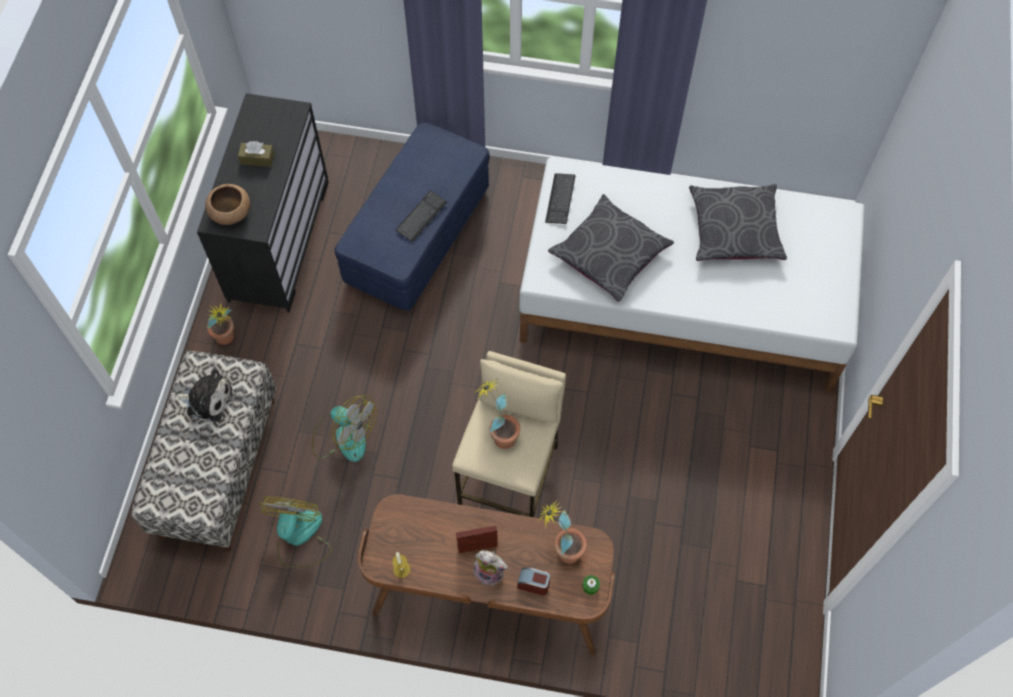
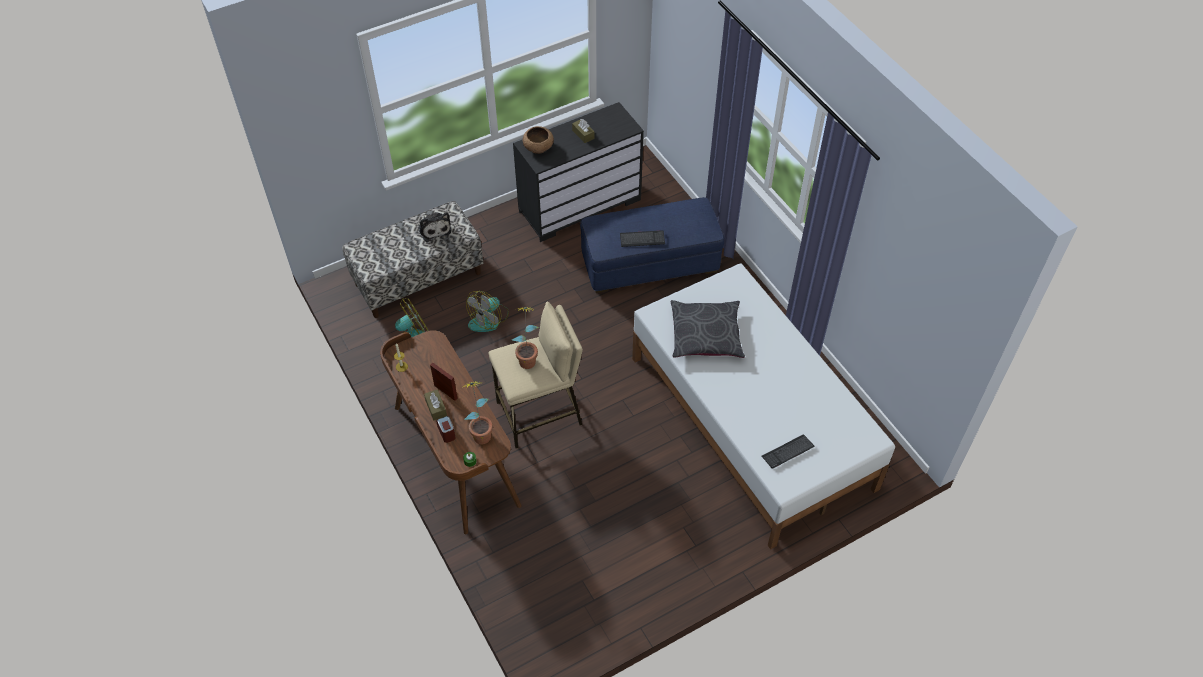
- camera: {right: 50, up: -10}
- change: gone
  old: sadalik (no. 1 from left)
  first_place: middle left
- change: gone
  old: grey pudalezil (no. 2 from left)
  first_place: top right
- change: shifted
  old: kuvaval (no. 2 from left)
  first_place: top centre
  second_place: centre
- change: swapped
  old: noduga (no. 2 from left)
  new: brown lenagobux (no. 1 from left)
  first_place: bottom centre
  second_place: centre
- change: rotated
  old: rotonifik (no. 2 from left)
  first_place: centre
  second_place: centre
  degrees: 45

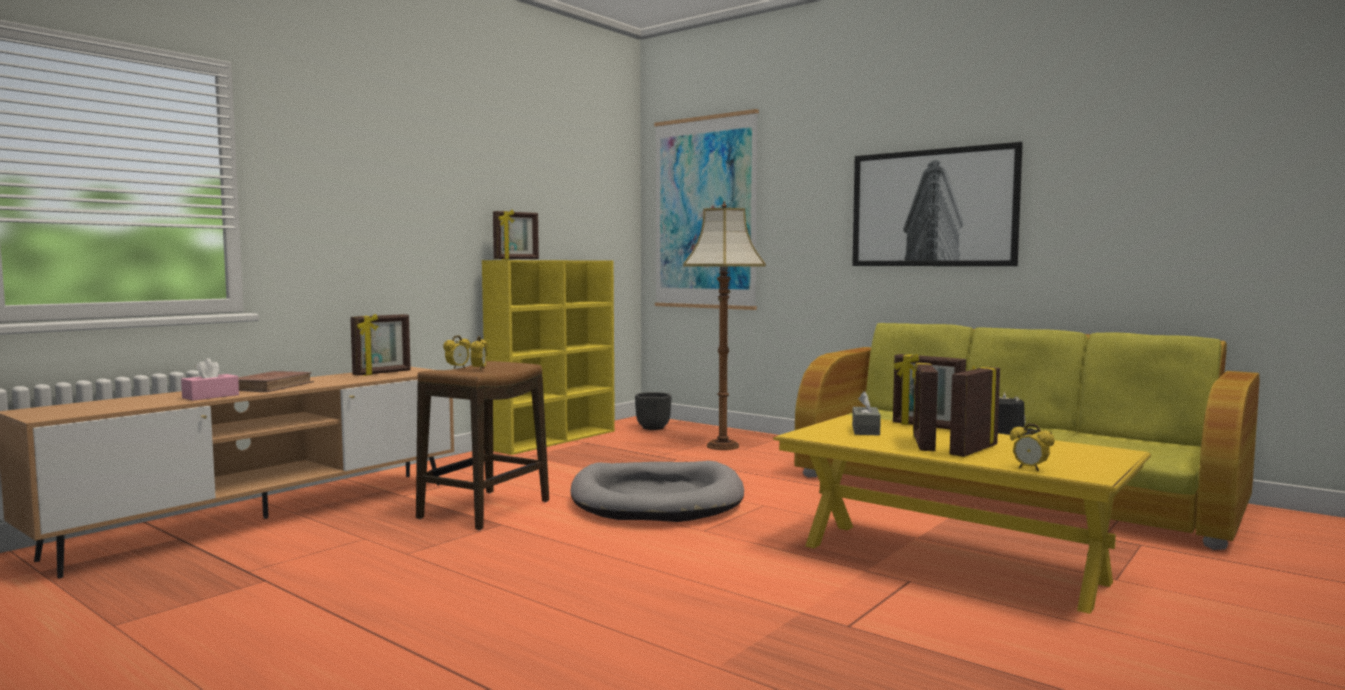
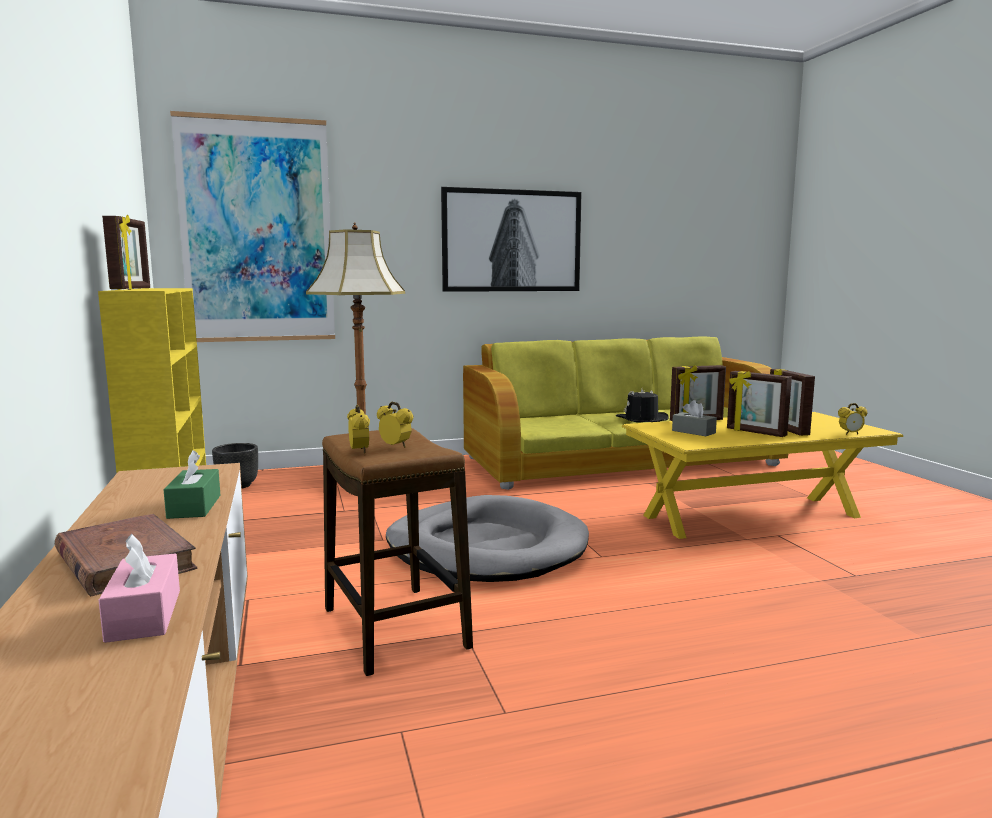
- camera: {right: -55, up: 5}
- change: gone
  old: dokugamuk (no. 1 from left)
  first_place: middle left
- change: new
  new: green lenagobux
  second_place: middle left

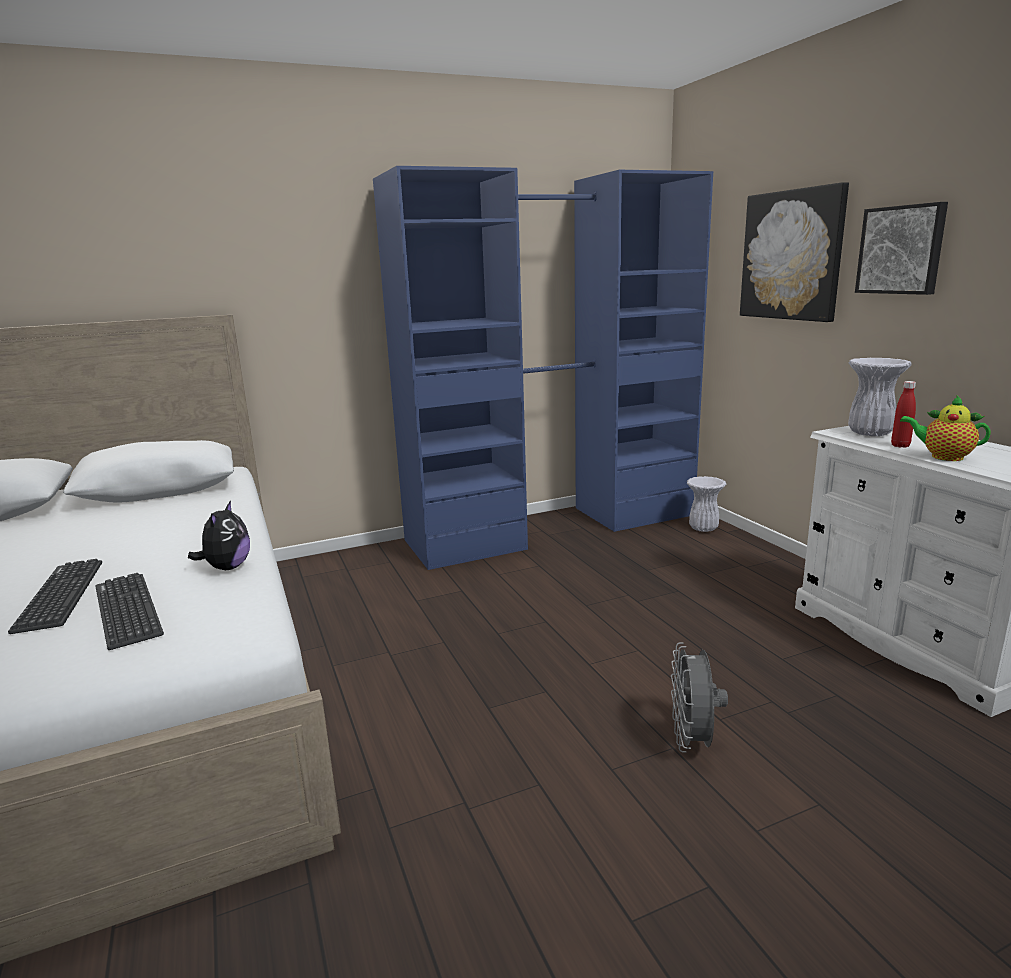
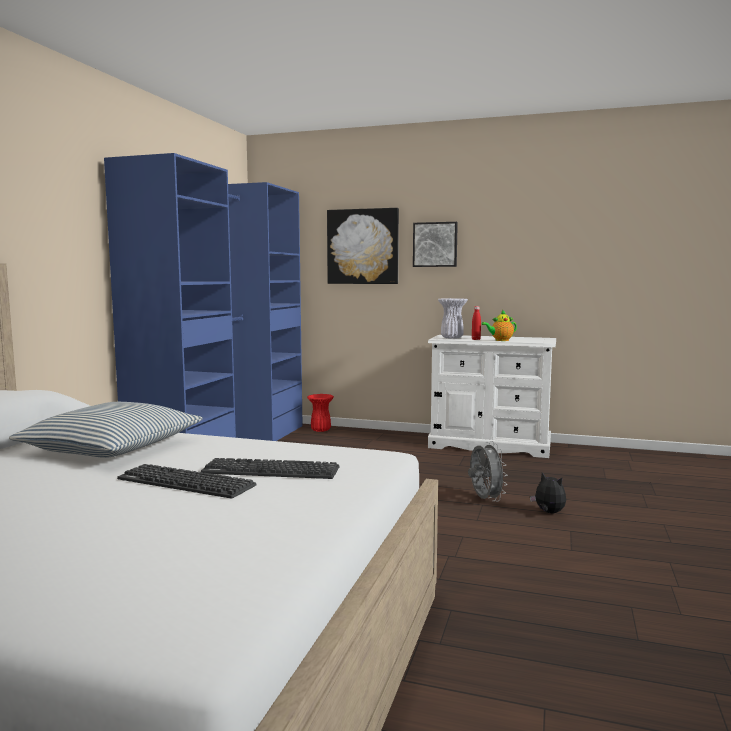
- camera: {right: -50, up: -10}
- change: new
  new: pudalezil
  second_place: middle left
- change: shifted
  old: noduga
  first_place: middle left
  second_place: bottom right
- change: repainted
  old: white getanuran (no. 1 from left)
  new: red getanuran
  first_place: middle right
  second_place: centre
- change: rotated
  old: grey rotonifik
  first_place: bottom right
  second_place: middle right
  degrees: -150

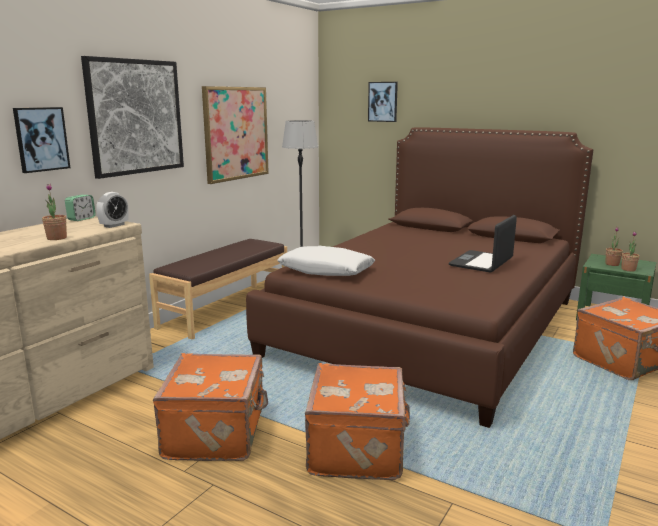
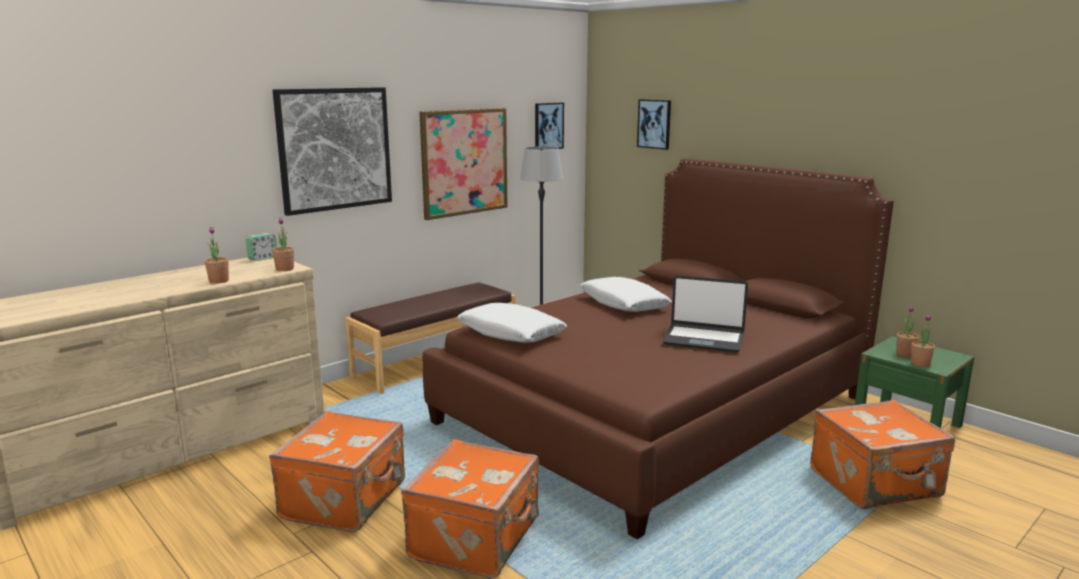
- camera: {right: 15, up: 0}
- change: new
  new: white pudalezil (no. 2 from left)
  second_place: centre
- change: shifted
  old: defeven (no. 1 from left in the first image)
  new: defeven (no. 3 from left)
  first_place: top left
  second_place: top centre
- change: swapped
  old: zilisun (no. 2 from left)
  new: sadalik (no. 2 from left)
  first_place: middle left
  second_place: middle left
- change: rotated
  old: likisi
  first_place: middle right
  second_place: centre
  degrees: -120

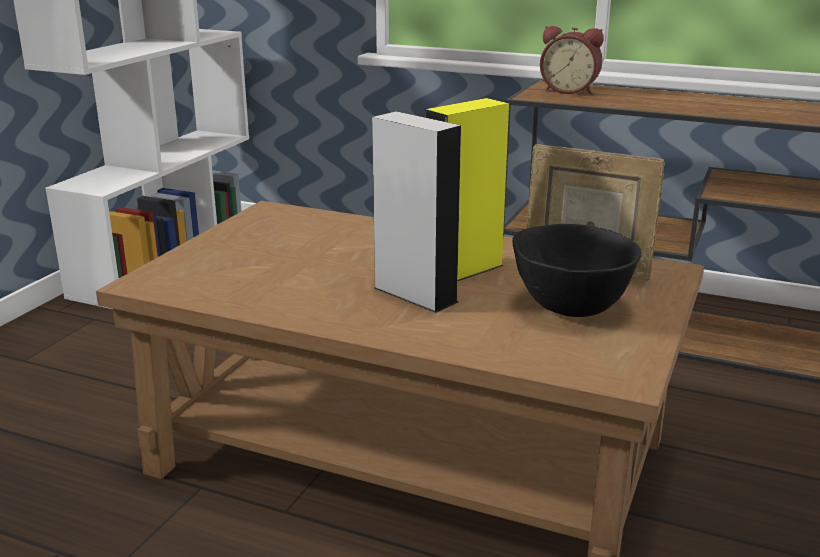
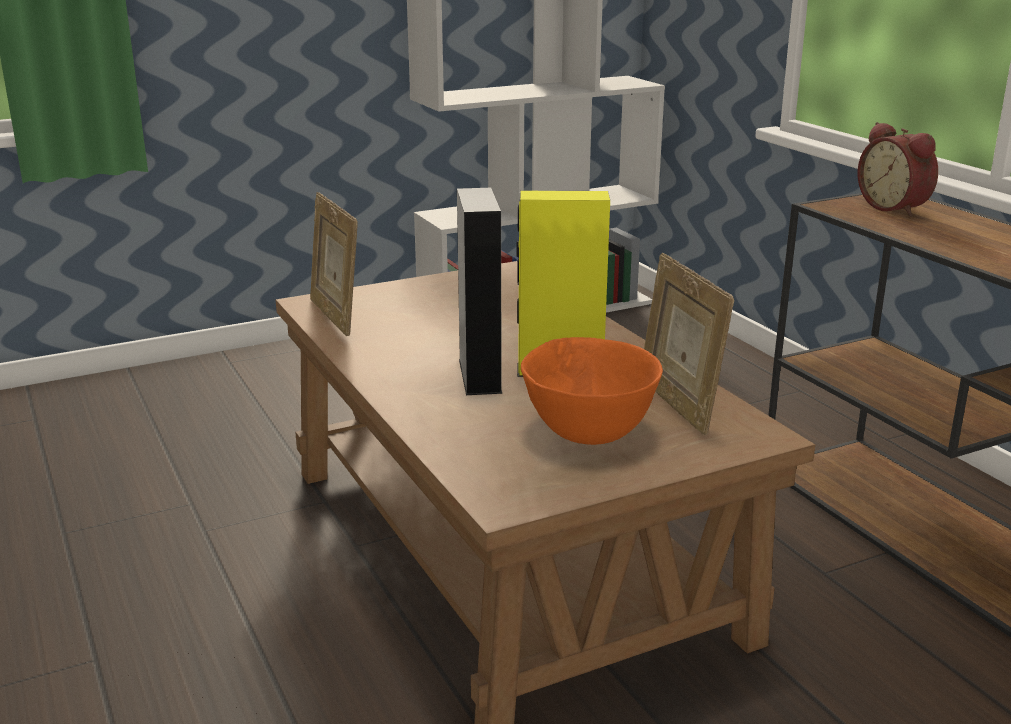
- camera: {right: 40, up: 0}
- change: new
  new: dokugamuk (no. 1 from left)
  second_place: middle left
- change: repainted
  old: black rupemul
  new: orange rupemul
  first_place: middle right
  second_place: centre

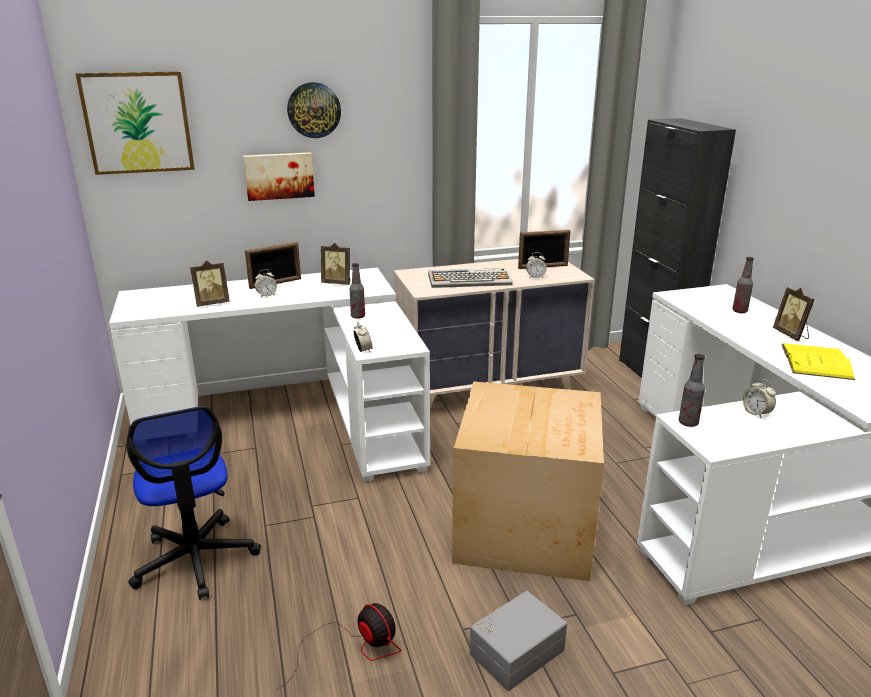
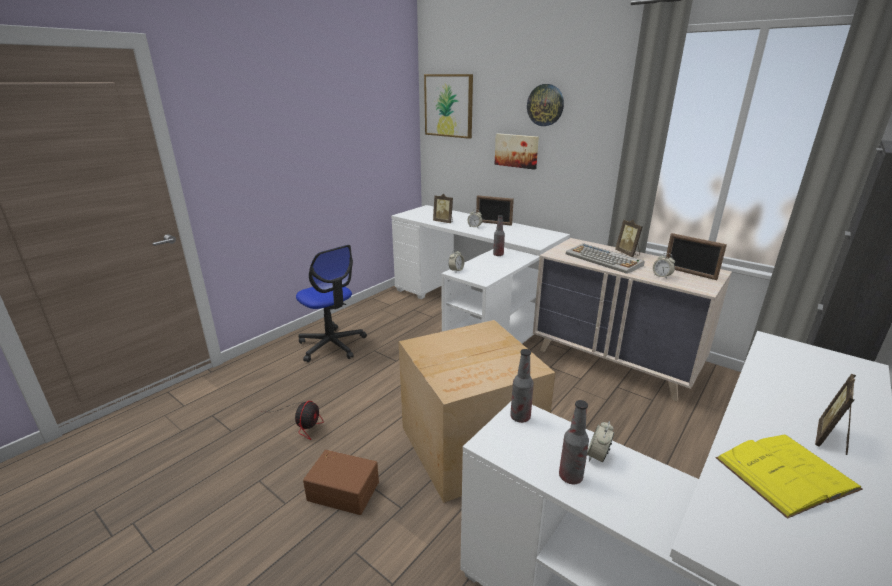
- camera: {right: 55, up: 0}
- change: shifted
  old: dokugamuk (no. 3 from left)
  first_place: centre
  second_place: middle right
- change: shifted
  old: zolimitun (no. 3 from left)
  first_place: middle right
  second_place: bottom centre
- change: repainted
  old: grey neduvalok
  new: brown neduvalok
  first_place: bottom centre
  second_place: bottom centre
- change: rotated
  old: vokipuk
  first_place: bottom left
  second_place: centre
  degrees: -75

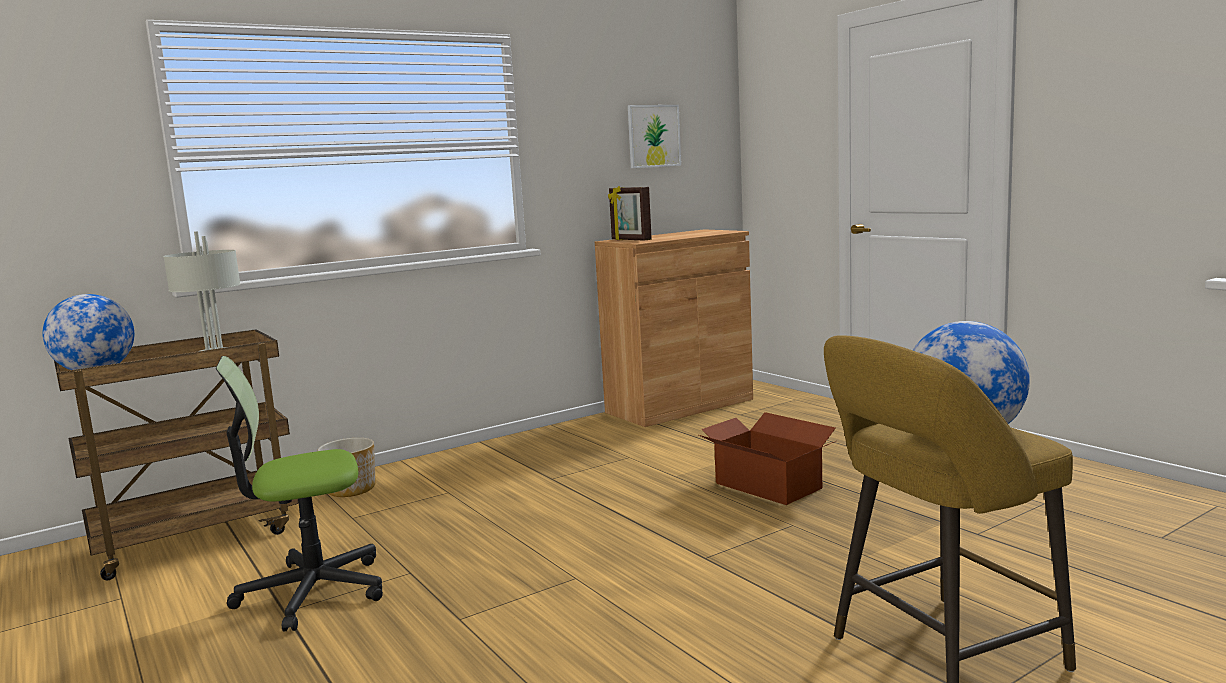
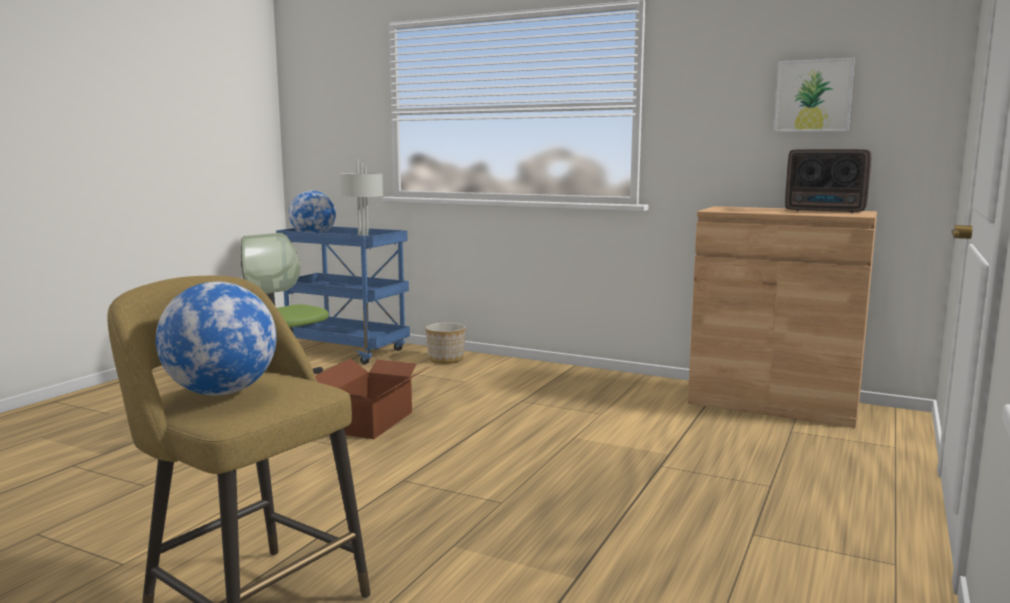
- camera: {right: 60, up: 0}
- change: gone
  old: dokugamuk
  first_place: top centre
- change: new
  new: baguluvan
  second_place: top right
- change: shifted
  old: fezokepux
  first_place: bottom centre
  second_place: centre
- change: repainted
  old: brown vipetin
  new: blue vipetin
  first_place: middle left
  second_place: centre

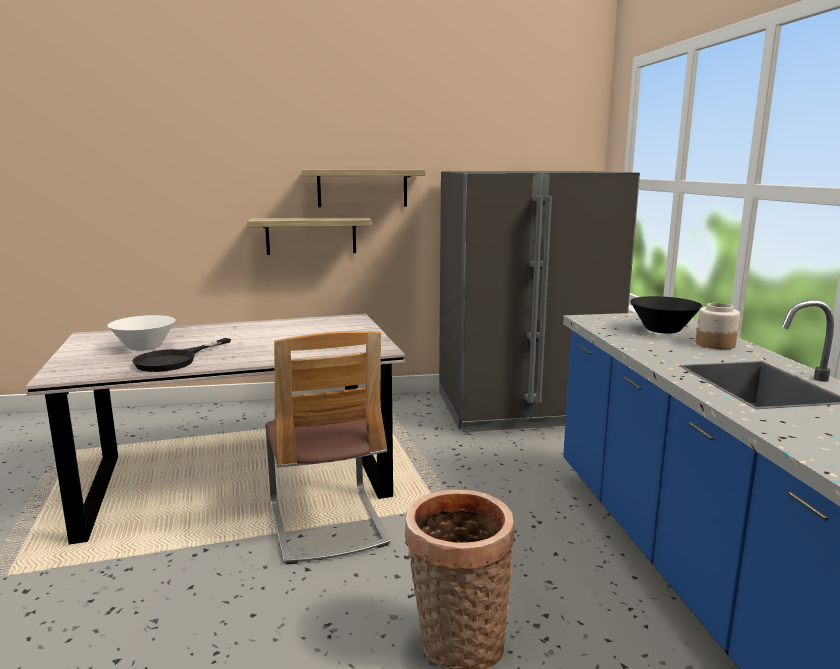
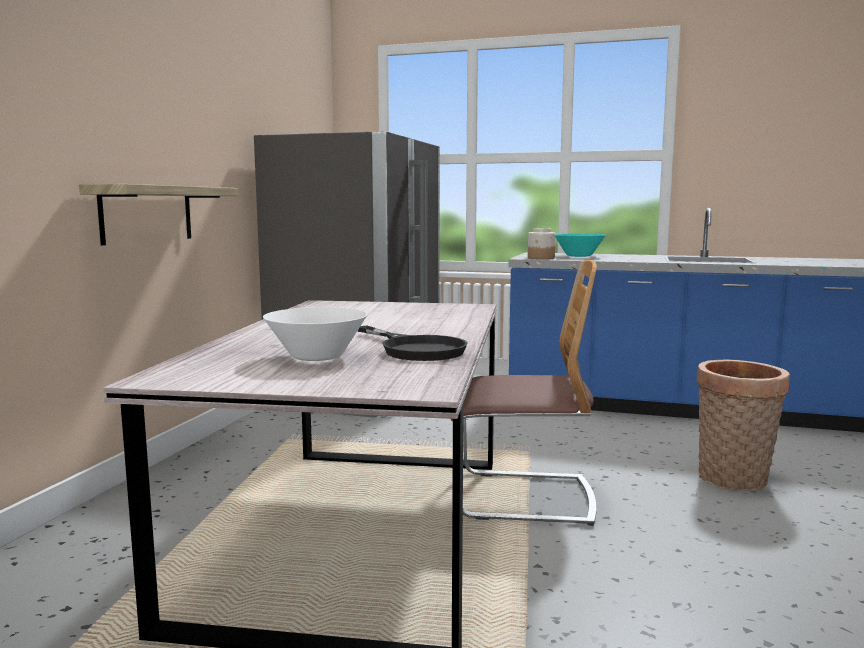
- camera: {right: -65, up: -5}
- change: gone
  old: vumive (no. 2 from left)
  first_place: top centre
- change: shifted
  old: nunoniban
  first_place: middle right
  second_place: centre
- change: repainted
  old: black rupemul
  new: turquoise rupemul
  first_place: middle right
  second_place: middle right

